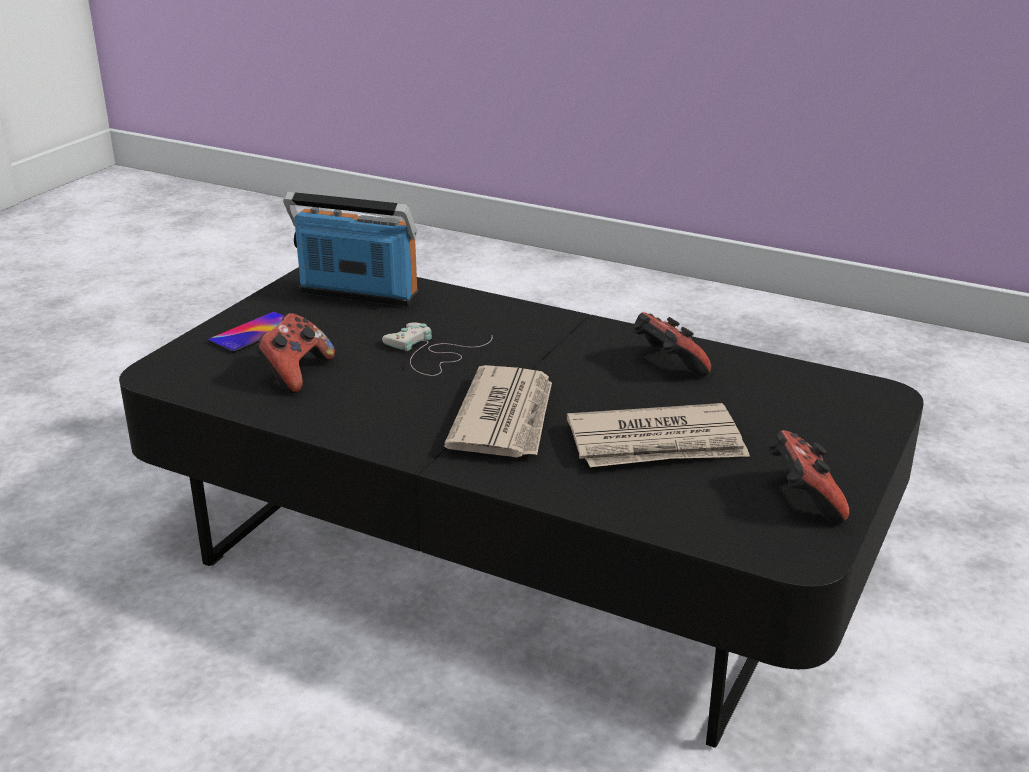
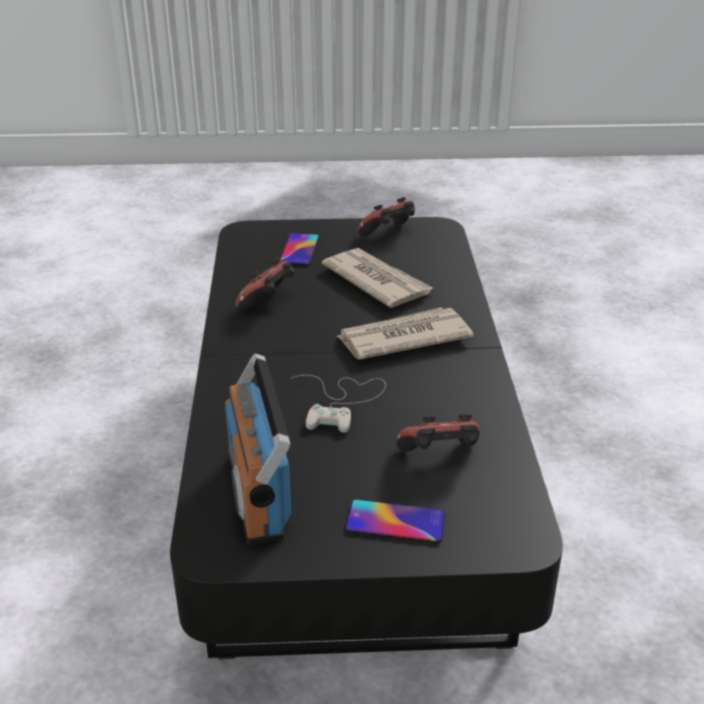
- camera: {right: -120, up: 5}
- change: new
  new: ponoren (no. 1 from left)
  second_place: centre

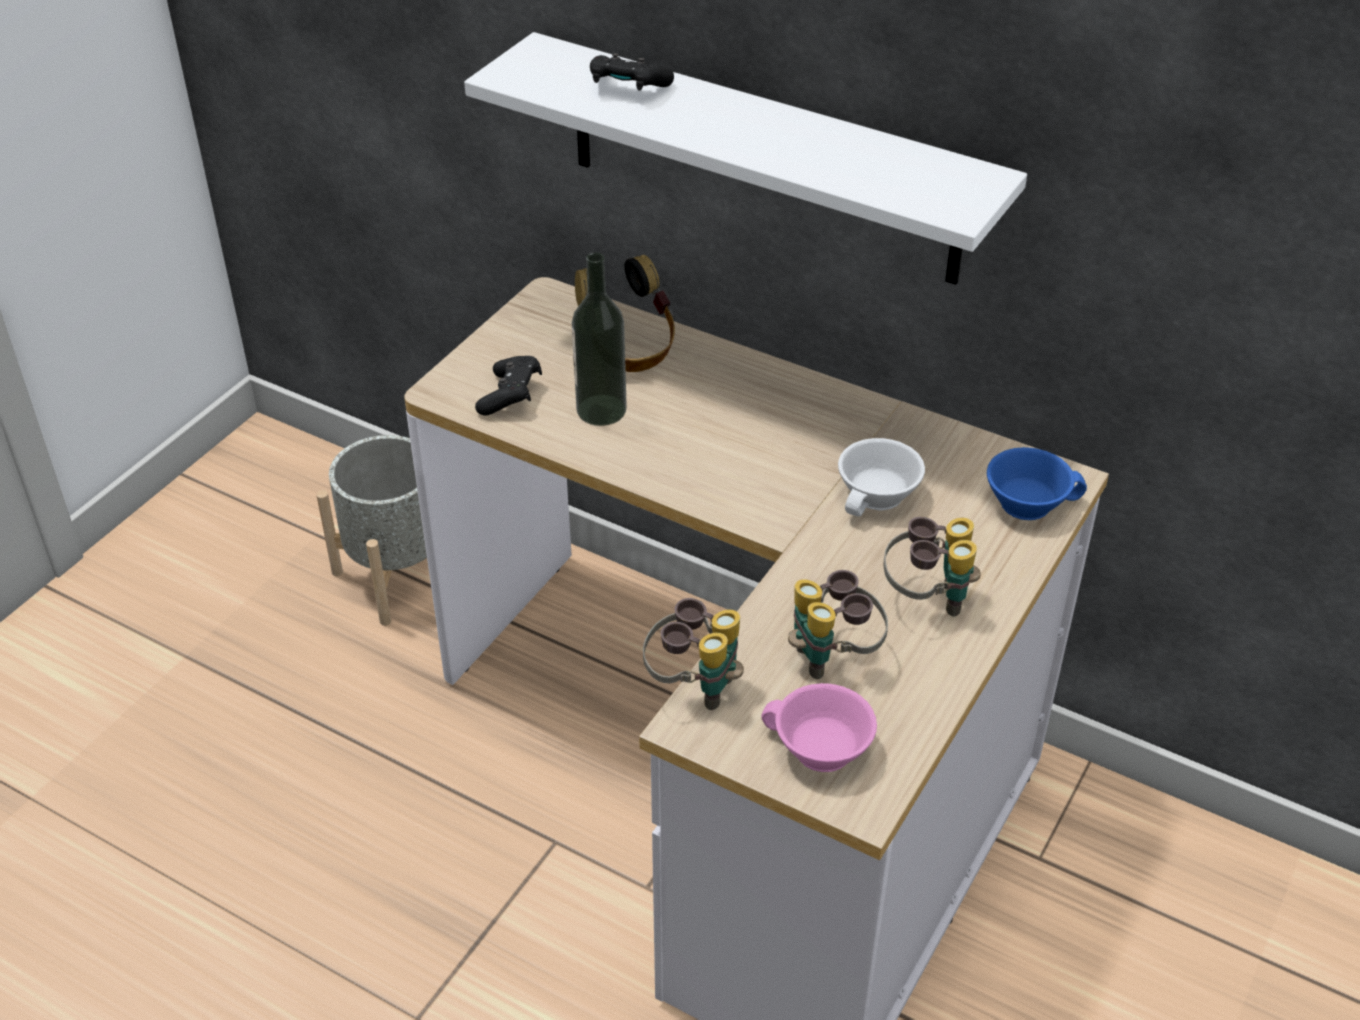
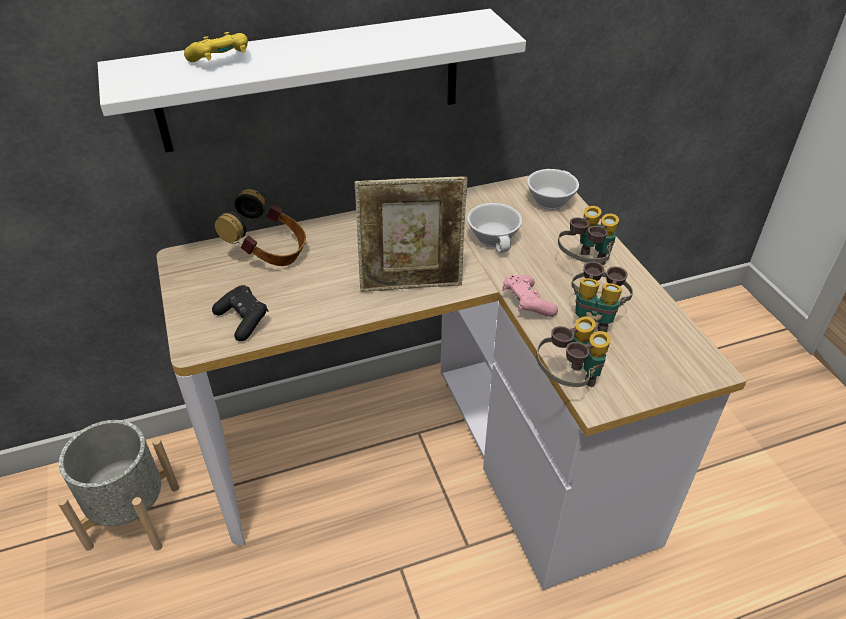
- camera: {right: -50, up: 0}
- change: gone
  old: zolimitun
  first_place: top centre
- change: gone
  old: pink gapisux
  first_place: bottom centre
- change: new
  new: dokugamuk
  second_place: centre
- change: new
  new: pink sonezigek
  second_place: centre
- change: repainted
  old: black sonezigek (no. 2 from left)
  new: yellow sonezigek
  first_place: top centre
  second_place: top left
- change: repainted
  old: blue gapisux
  new: white gapisux (no. 2 from left)
  first_place: middle right
  second_place: top centre

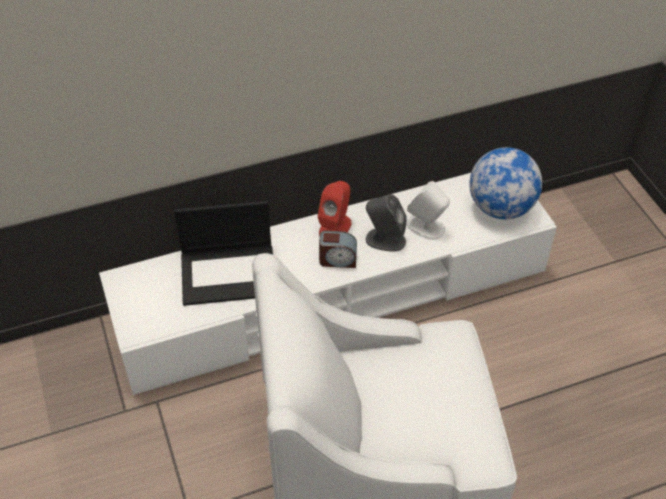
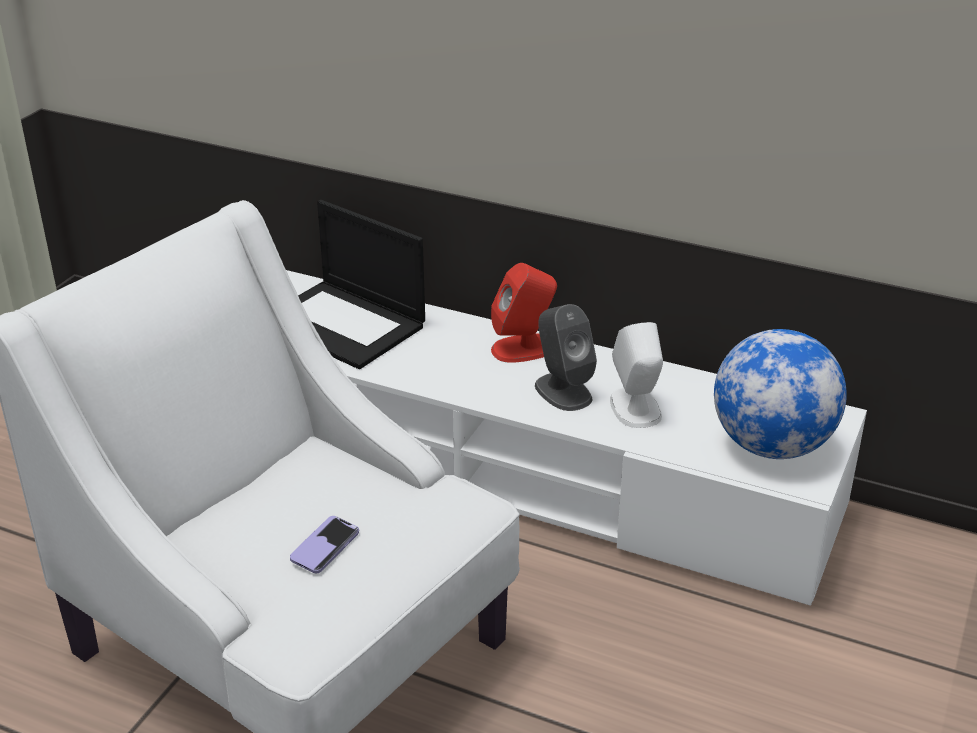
- camera: {right: 45, up: -15}
- change: gone
  old: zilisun
  first_place: centre
- change: new
  new: ponoren
  second_place: bottom left

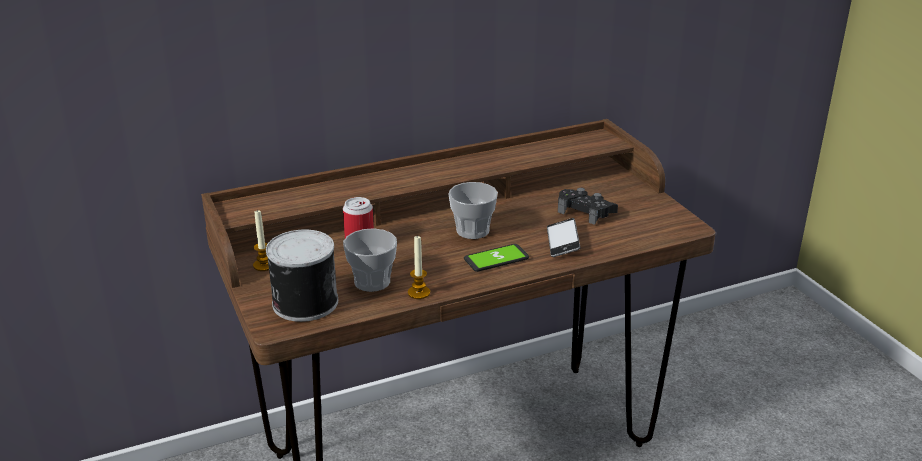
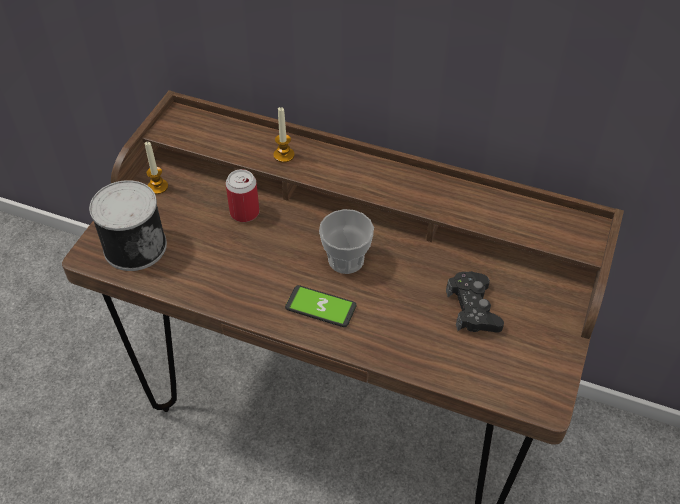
- camera: {right: 45, up: 20}
- change: gone
  old: gapisux (no. 1 from left)
  first_place: centre
- change: gone
  old: ponoren (no. 2 from left)
  first_place: centre
- change: shifted
  old: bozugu (no. 2 from left)
  first_place: centre
  second_place: top centre

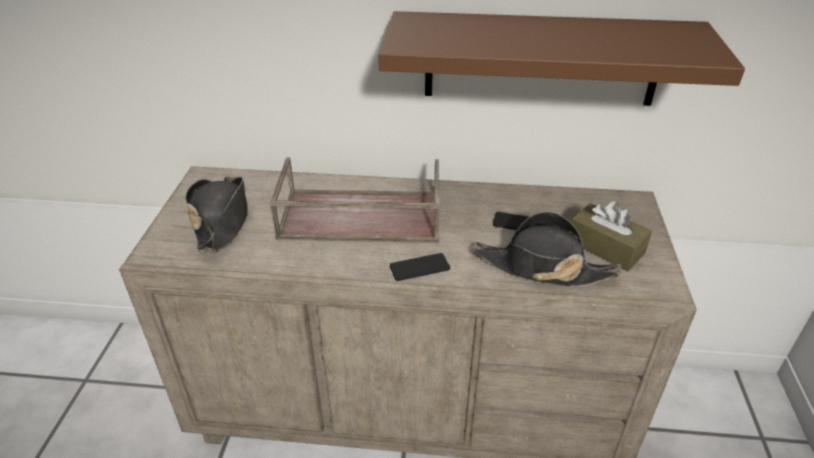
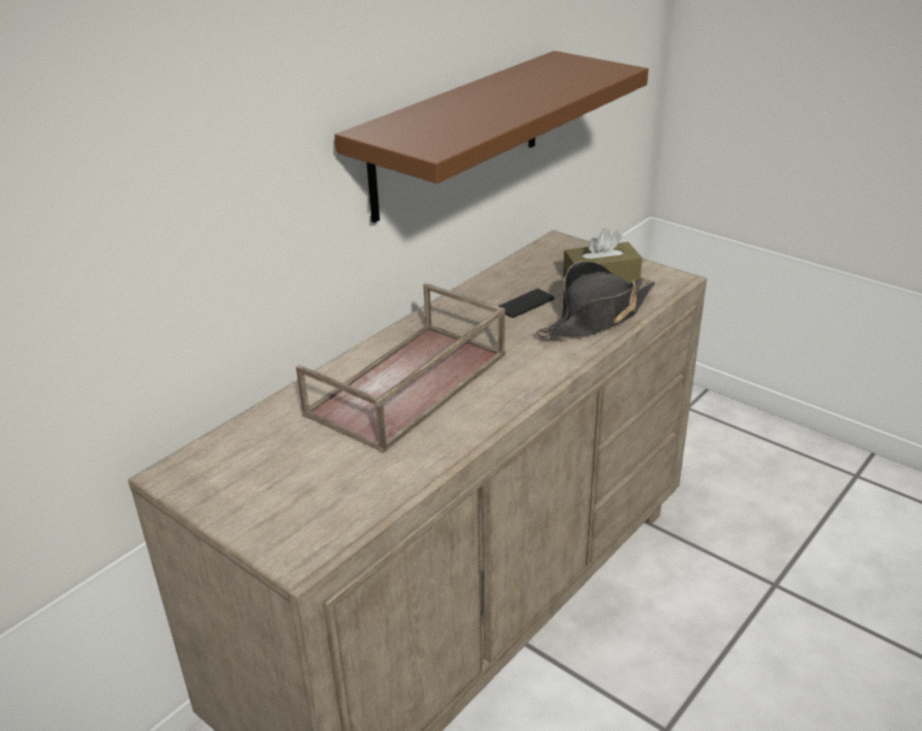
- camera: {right: -55, up: -5}
- change: gone
  old: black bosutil (no. 1 from left)
  first_place: middle left
- change: gone
  old: ponoren (no. 1 from left)
  first_place: centre

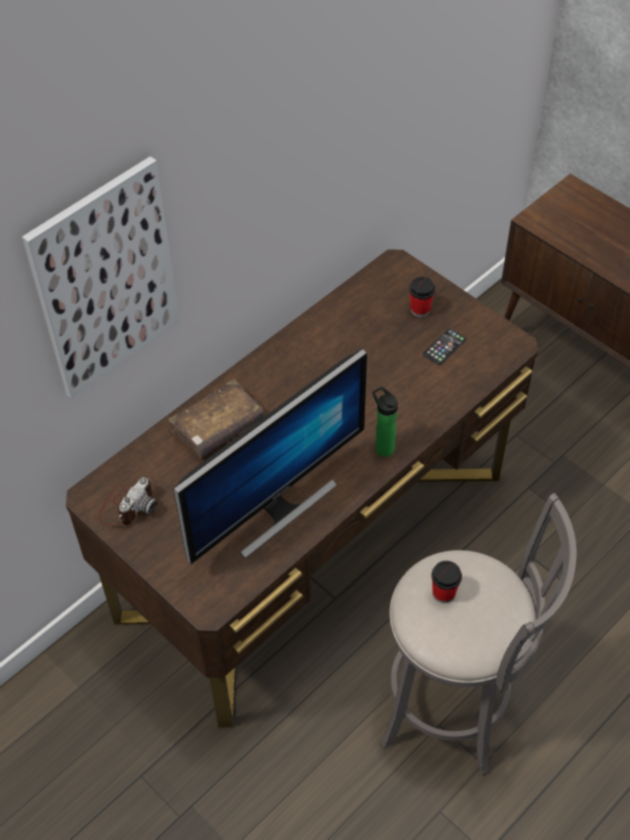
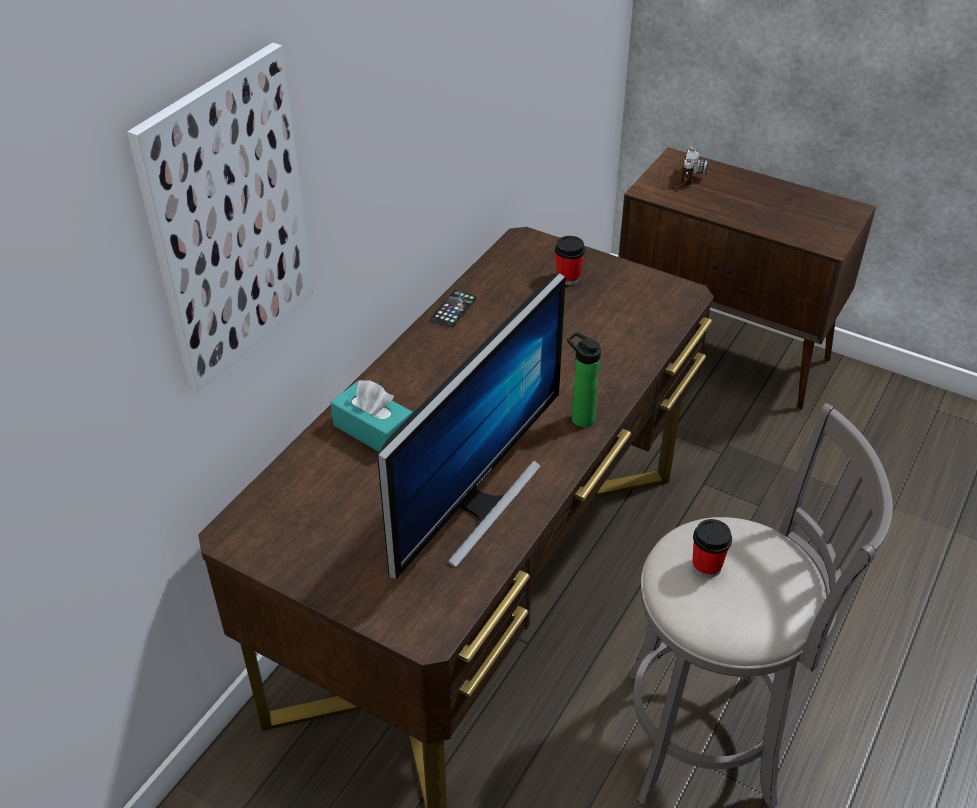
- camera: {right: -15, up: -10}
- change: shifted
  old: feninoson
  first_place: middle left
  second_place: top right
- change: shifted
  old: ponoren
  first_place: middle right
  second_place: centre
- change: swapped
  old: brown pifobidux
  new: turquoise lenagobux
  first_place: centre
  second_place: centre

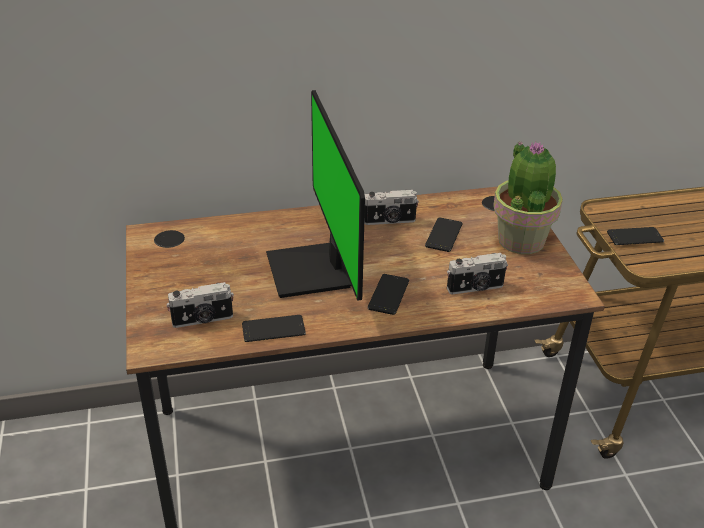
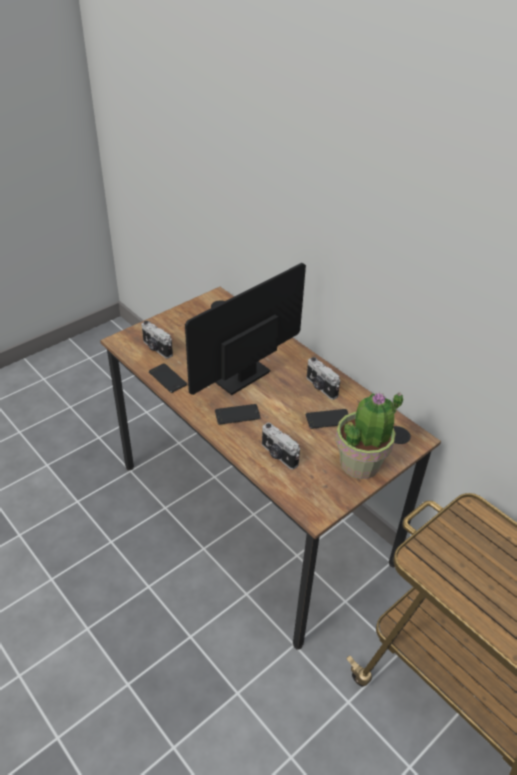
- camera: {right: 60, up: 5}
- change: gone
  old: ponoren (no. 4 from left)
  first_place: middle right

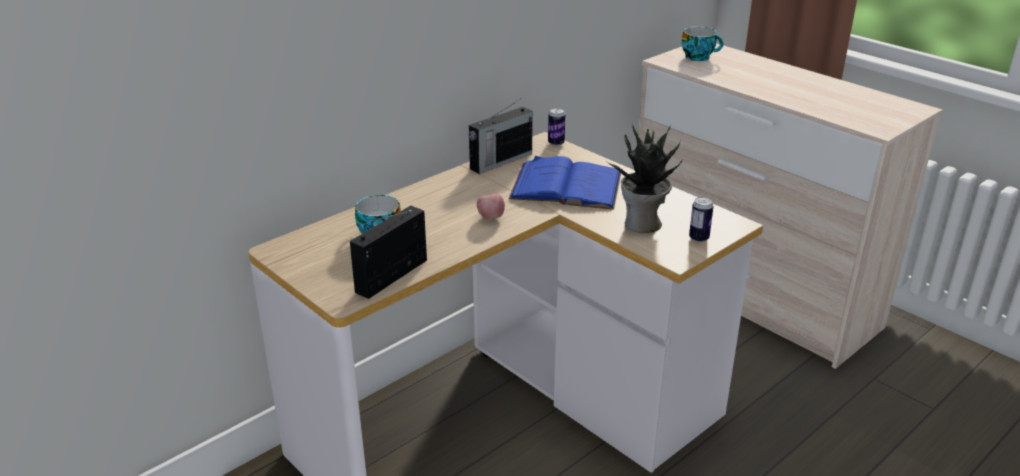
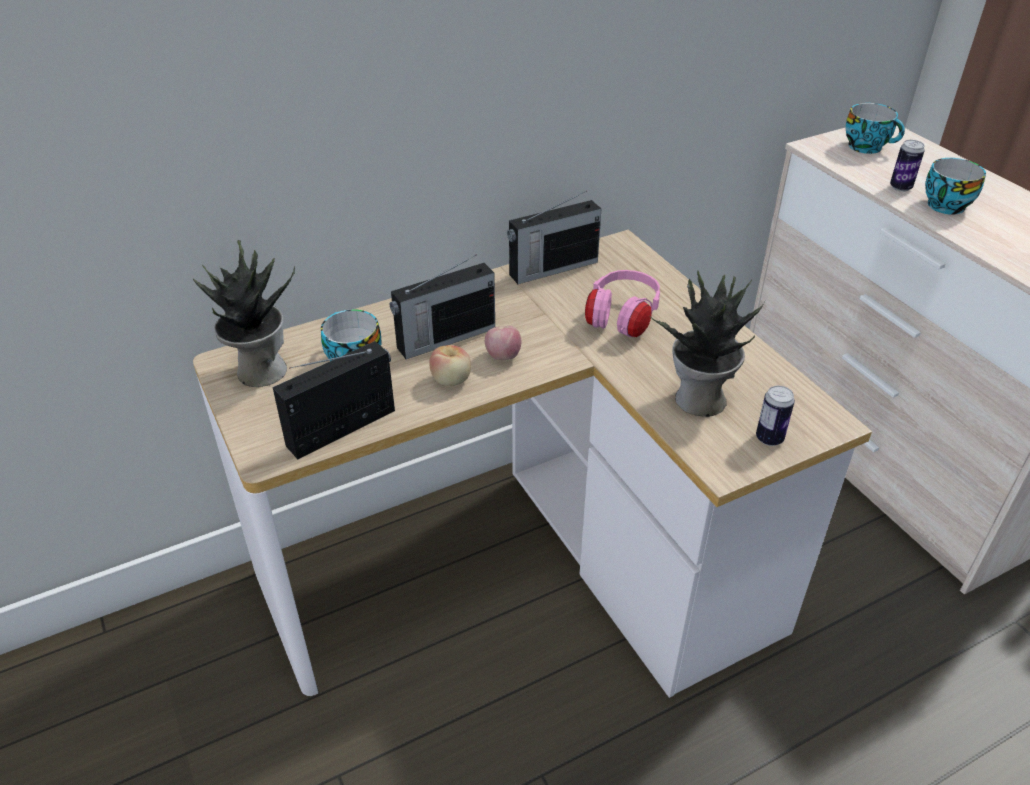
- camera: {right: 15, up: 10}
- change: new
  new: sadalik (no. 1 from left)
  second_place: middle left
- change: new
  new: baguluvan (no. 2 from left)
  second_place: centre
- change: new
  new: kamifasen (no. 1 from left)
  second_place: centre
- change: new
  new: gapisux (no. 3 from left)
  second_place: top right
- change: shifted
  old: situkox (no. 1 from left in the first image)
  new: situkox (no. 2 from left)
  first_place: top centre
  second_place: top right
- change: swapped
  old: blue pifobidux
  new: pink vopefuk
  first_place: centre
  second_place: centre

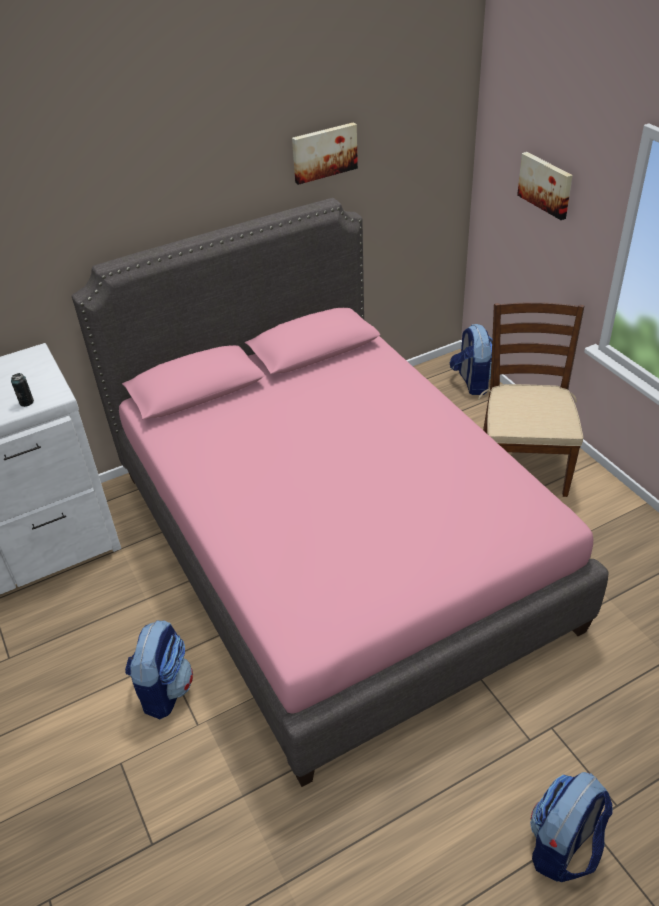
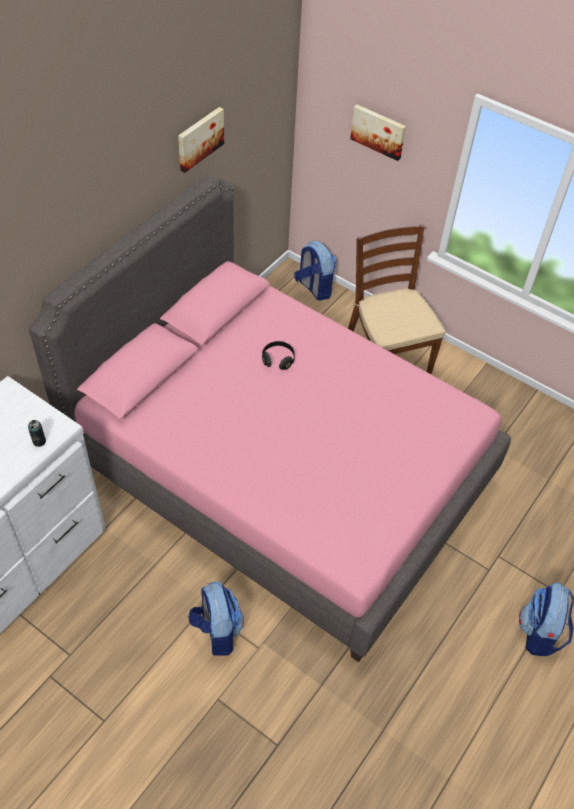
- camera: {right: -30, up: 10}
- change: new
  new: black vopefuk
  second_place: centre

